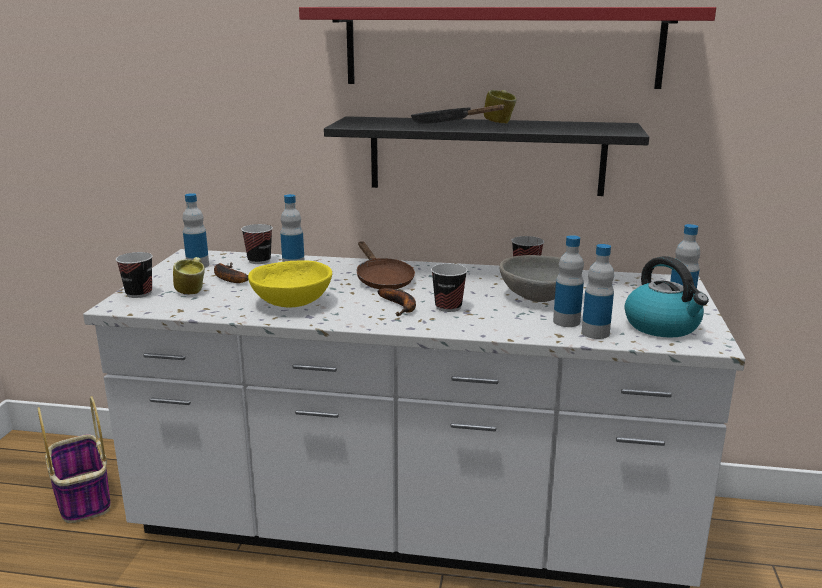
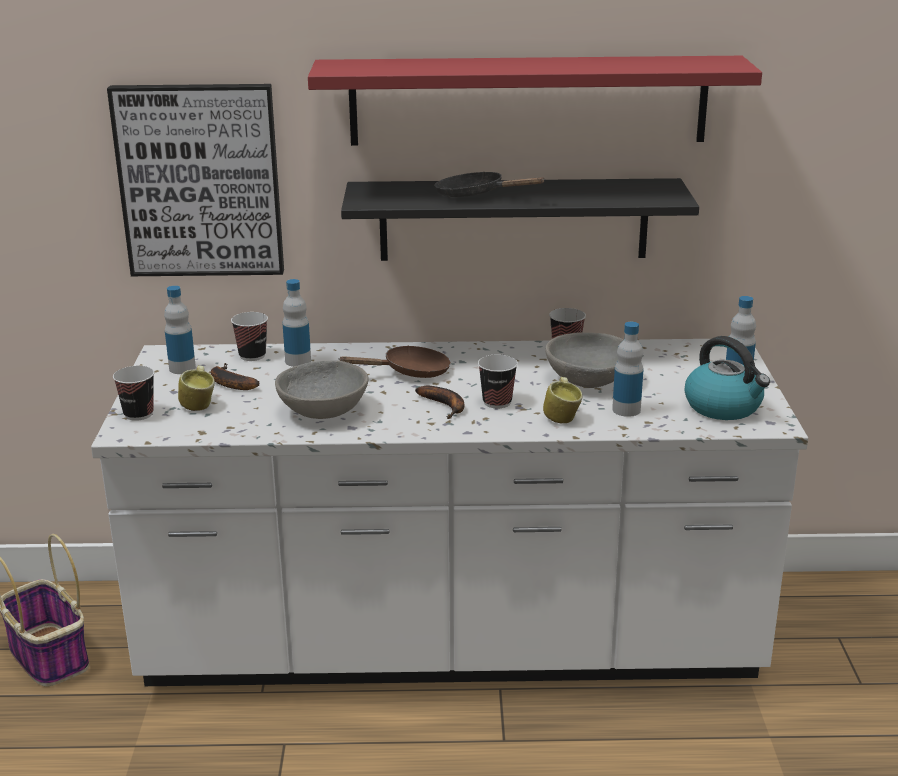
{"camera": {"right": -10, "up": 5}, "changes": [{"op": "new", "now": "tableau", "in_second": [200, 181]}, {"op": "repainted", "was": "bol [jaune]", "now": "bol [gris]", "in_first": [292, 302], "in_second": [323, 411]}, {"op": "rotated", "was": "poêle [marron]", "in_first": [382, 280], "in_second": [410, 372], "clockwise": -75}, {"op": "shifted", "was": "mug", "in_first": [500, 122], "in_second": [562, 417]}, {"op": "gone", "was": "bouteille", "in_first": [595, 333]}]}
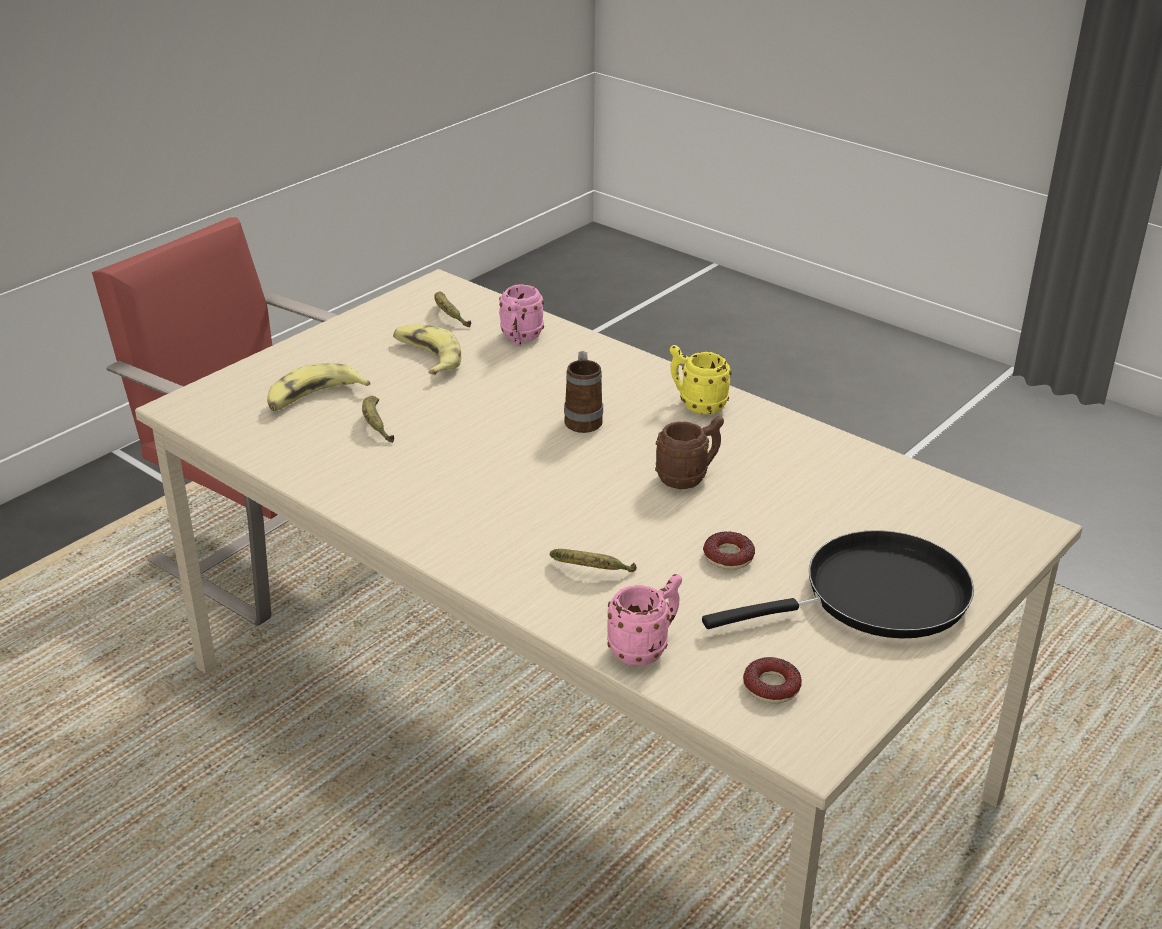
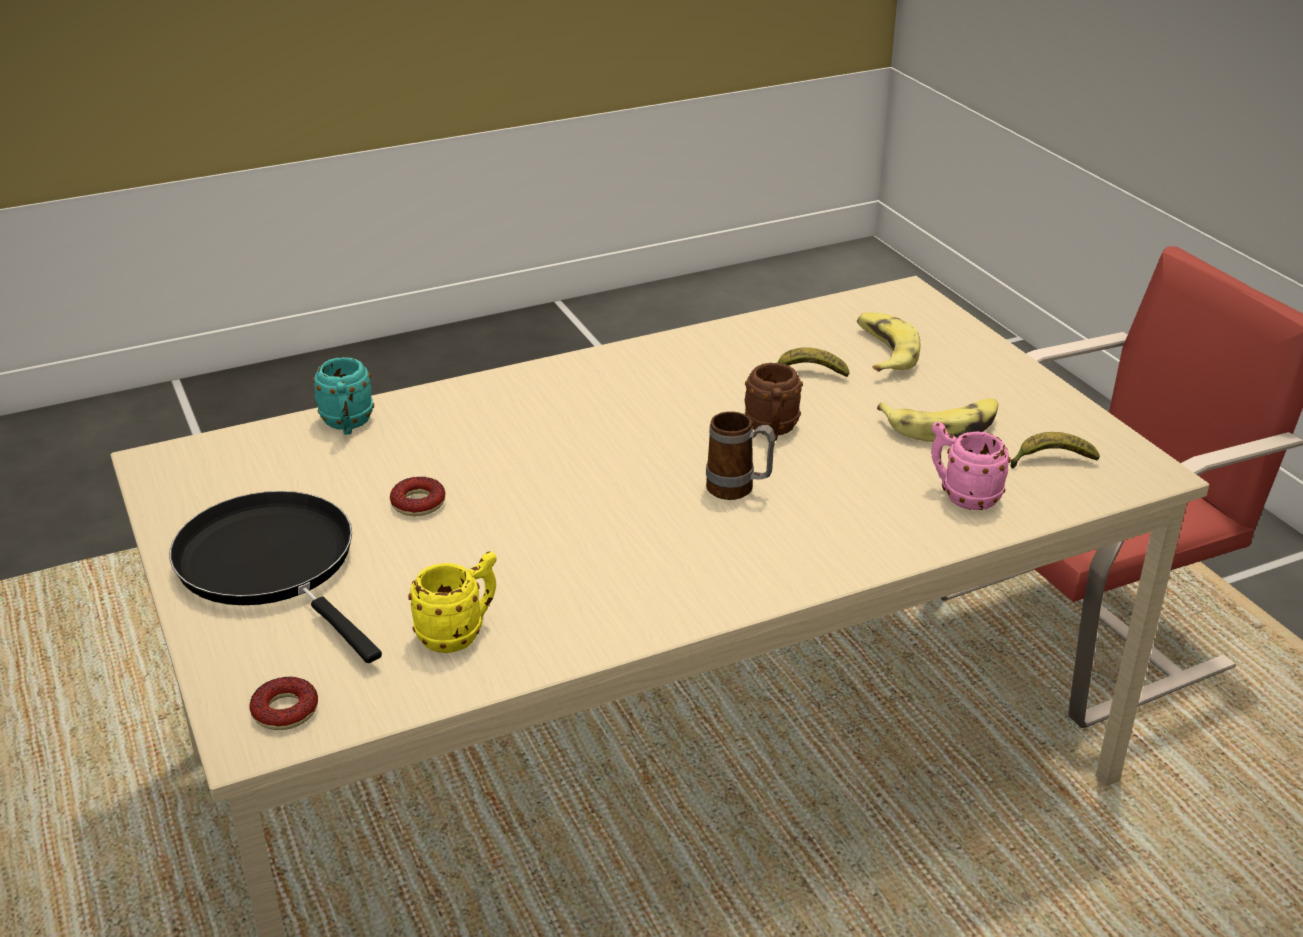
{"camera": {"right": 115, "up": 0}, "changes": [{"op": "rotated", "was": "poêle [noir]", "in_first": [875, 597], "in_second": [273, 566], "clockwise": 135}, {"op": "shifted", "was": "beignet", "in_first": [771, 687], "in_second": [285, 711]}, {"op": "repainted", "was": "mug [rose]", "now": "mug [turquoise]", "in_first": [645, 647], "in_second": [347, 425]}, {"op": "shifted", "was": "mug [jaune]", "in_first": [696, 404], "in_second": [459, 633]}, {"op": "shifted", "was": "mug [marron]", "in_first": [688, 477], "in_second": [772, 431]}, {"op": "gone", "was": "banane", "in_first": [591, 571]}]}
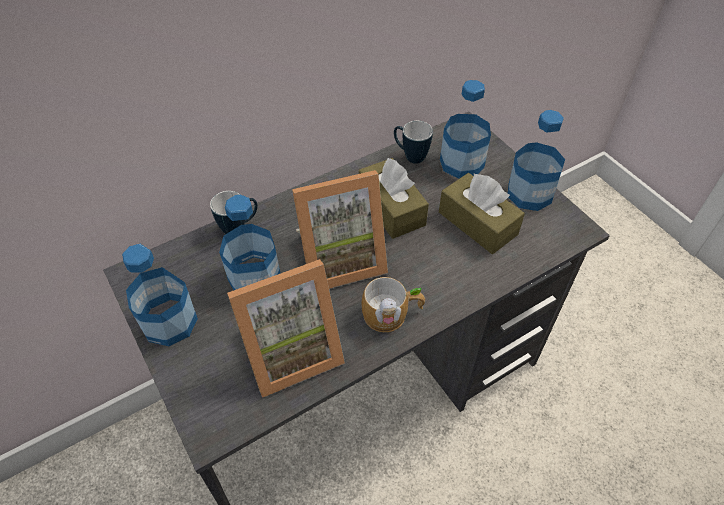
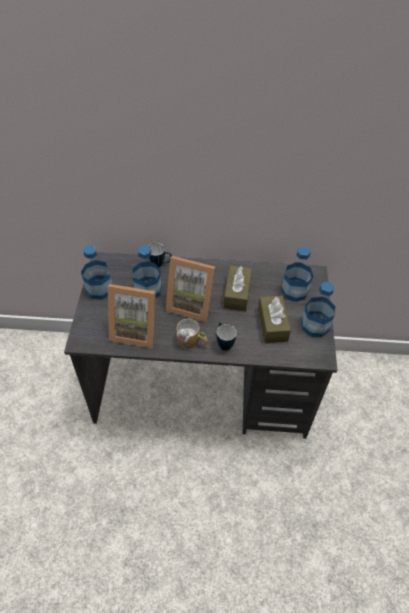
{"camera": {"right": 35, "up": 0}, "changes": [{"op": "shifted", "was": "mug", "in_first": [410, 156], "in_second": [223, 343]}]}
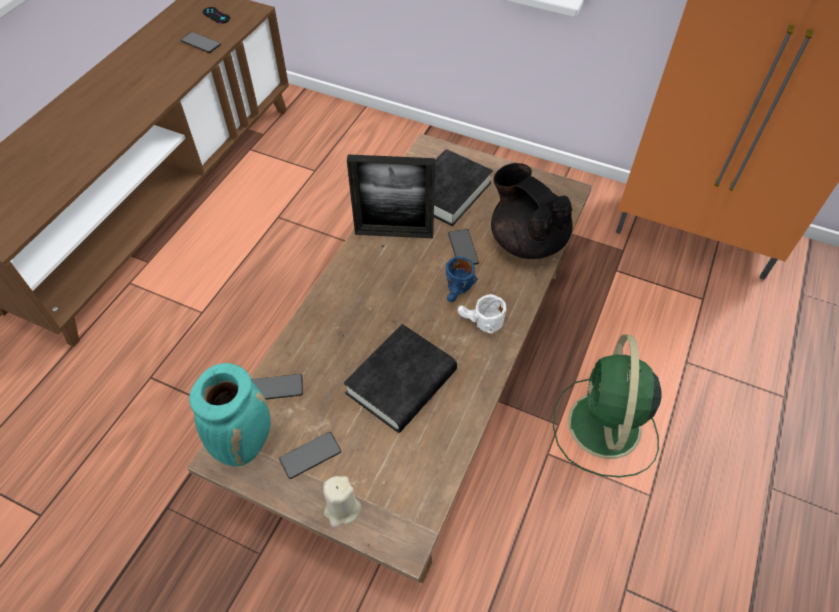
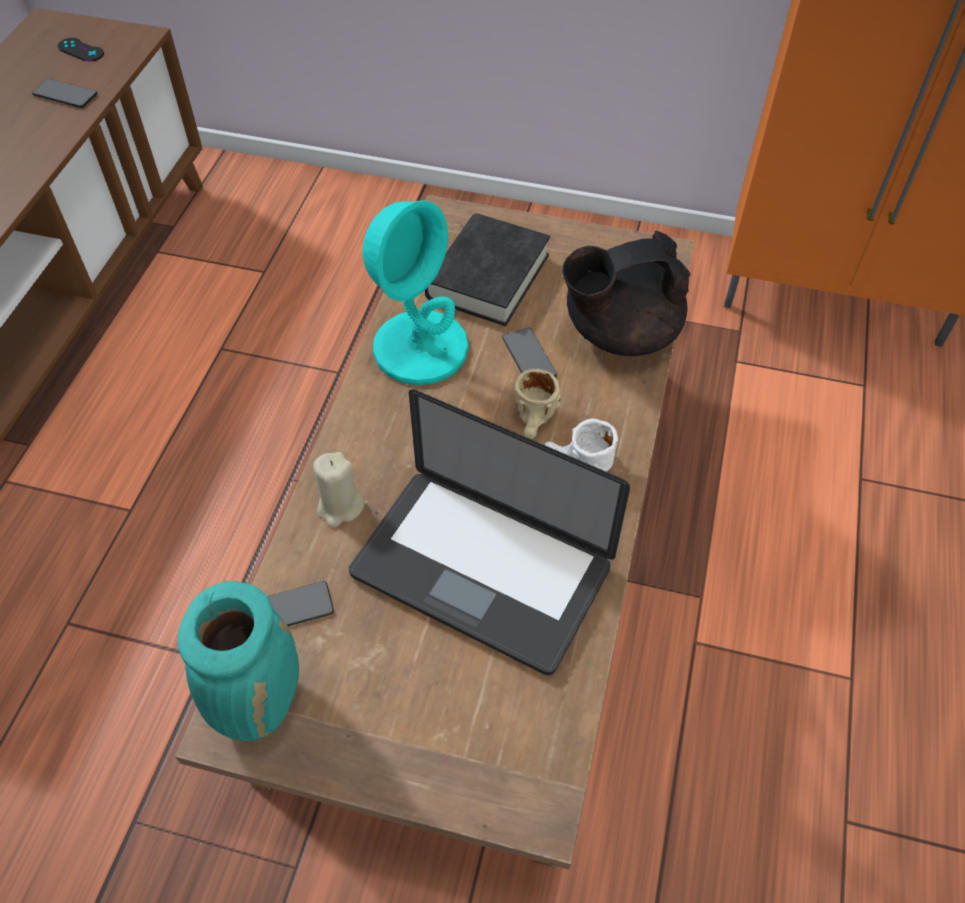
{"camera": {"right": -10, "up": 0}, "changes": [{"op": "shifted", "was": "bougie [beige]", "in_first": [342, 509], "in_second": [340, 507]}, {"op": "swapped", "was": "livre [noir]", "now": "ordinateur portable", "in_first": [401, 382], "in_second": [481, 570]}, {"op": "swapped", "was": "cadre photo", "now": "lampe de table [turquoise]", "in_first": [394, 233], "in_second": [421, 348]}, {"op": "repainted", "was": "mug [bleu]", "now": "mug [beige]", "in_first": [458, 292], "in_second": [536, 422]}, {"op": "rotated", "was": "théière [noir]", "in_first": [526, 240], "in_second": [619, 333], "clockwise": -60}, {"op": "gone", "was": "téléphone", "in_first": [310, 455]}, {"op": "gone", "was": "ventilateur [vert]", "in_first": [604, 428]}]}
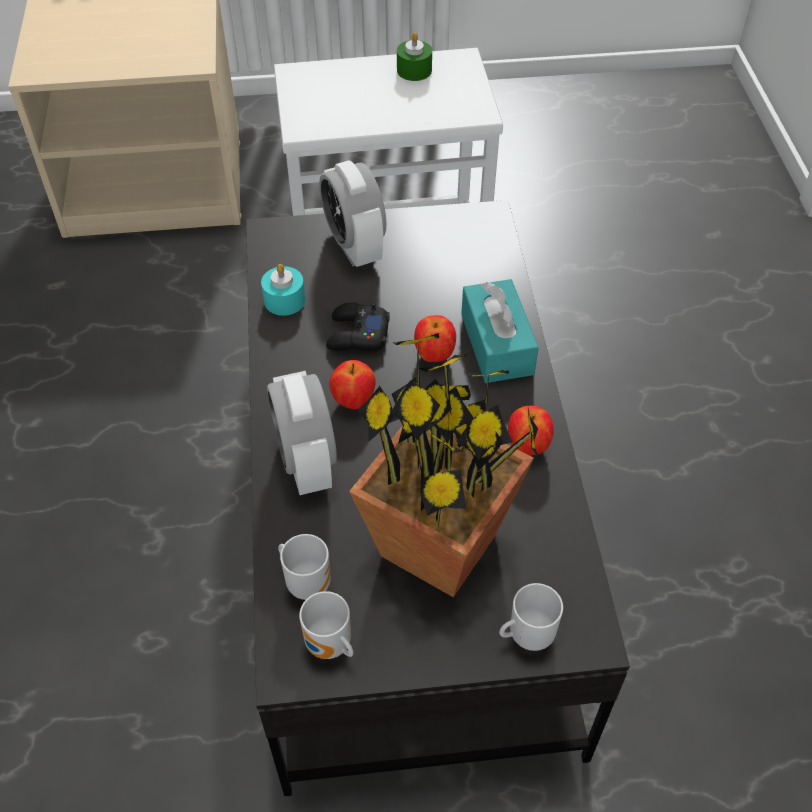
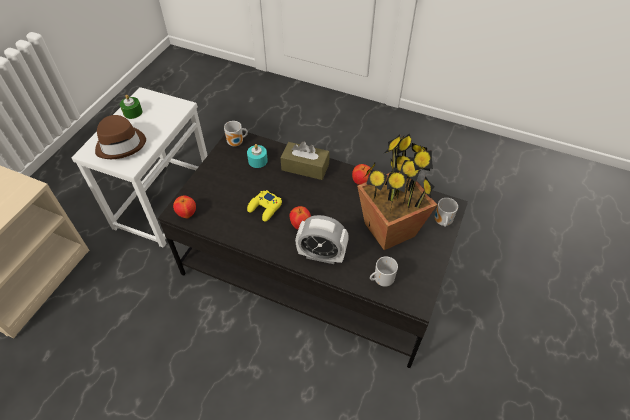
{"camera": {"right": -60, "up": 0}, "changes": [{"op": "new", "now": "chapeau [marron]", "in_second": [121, 144]}, {"op": "shifted", "was": "pomme", "in_first": [434, 355], "in_second": [187, 214]}, {"op": "shifted", "was": "mug", "in_first": [329, 647], "in_second": [237, 143]}, {"op": "shifted", "was": "bougie [turquoise]", "in_first": [284, 300], "in_second": [257, 161]}, {"op": "repainted", "was": "manette [noir]", "now": "manette [jaune]", "in_first": [357, 335], "in_second": [265, 208]}, {"op": "repainted", "was": "boîte à mouchoirs [turquoise]", "now": "boîte à mouchoirs [marron]", "in_first": [497, 344], "in_second": [305, 167]}, {"op": "gone", "was": "réveil", "in_first": [354, 247]}]}
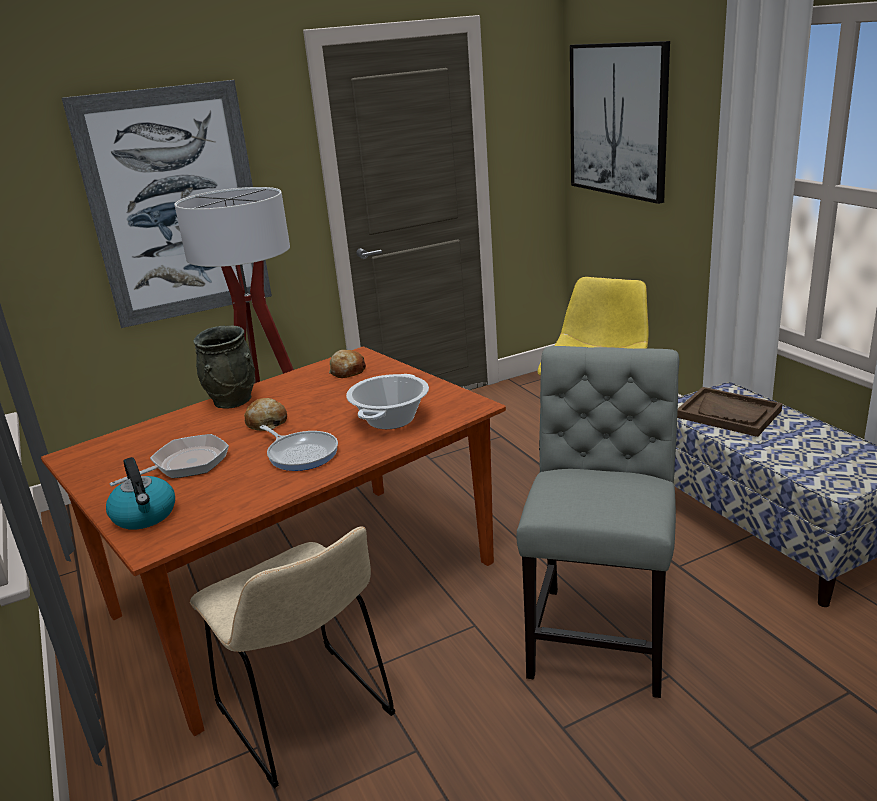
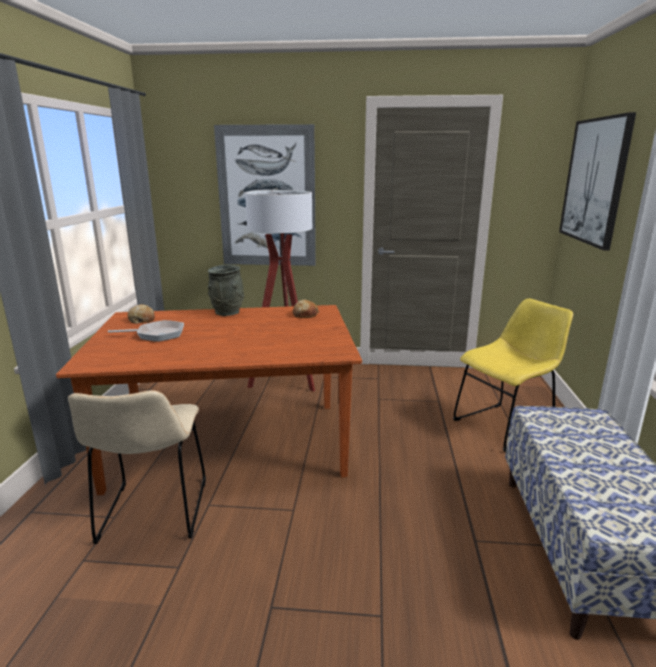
{"camera": {"right": 30, "up": -5}, "changes": [{"op": "shifted", "was": "pain", "in_first": [266, 422], "in_second": [142, 320]}, {"op": "gone", "was": "bouilloire", "in_first": [145, 516]}, {"op": "gone", "was": "poêle", "in_first": [301, 454]}, {"op": "gone", "was": "marmite", "in_first": [390, 420]}, {"op": "gone", "was": "chaise [gris]", "in_first": [601, 632]}, {"op": "gone", "was": "plateau [marron]", "in_first": [728, 414]}]}
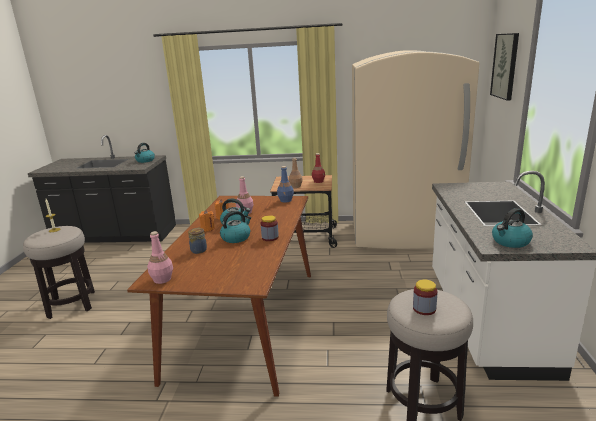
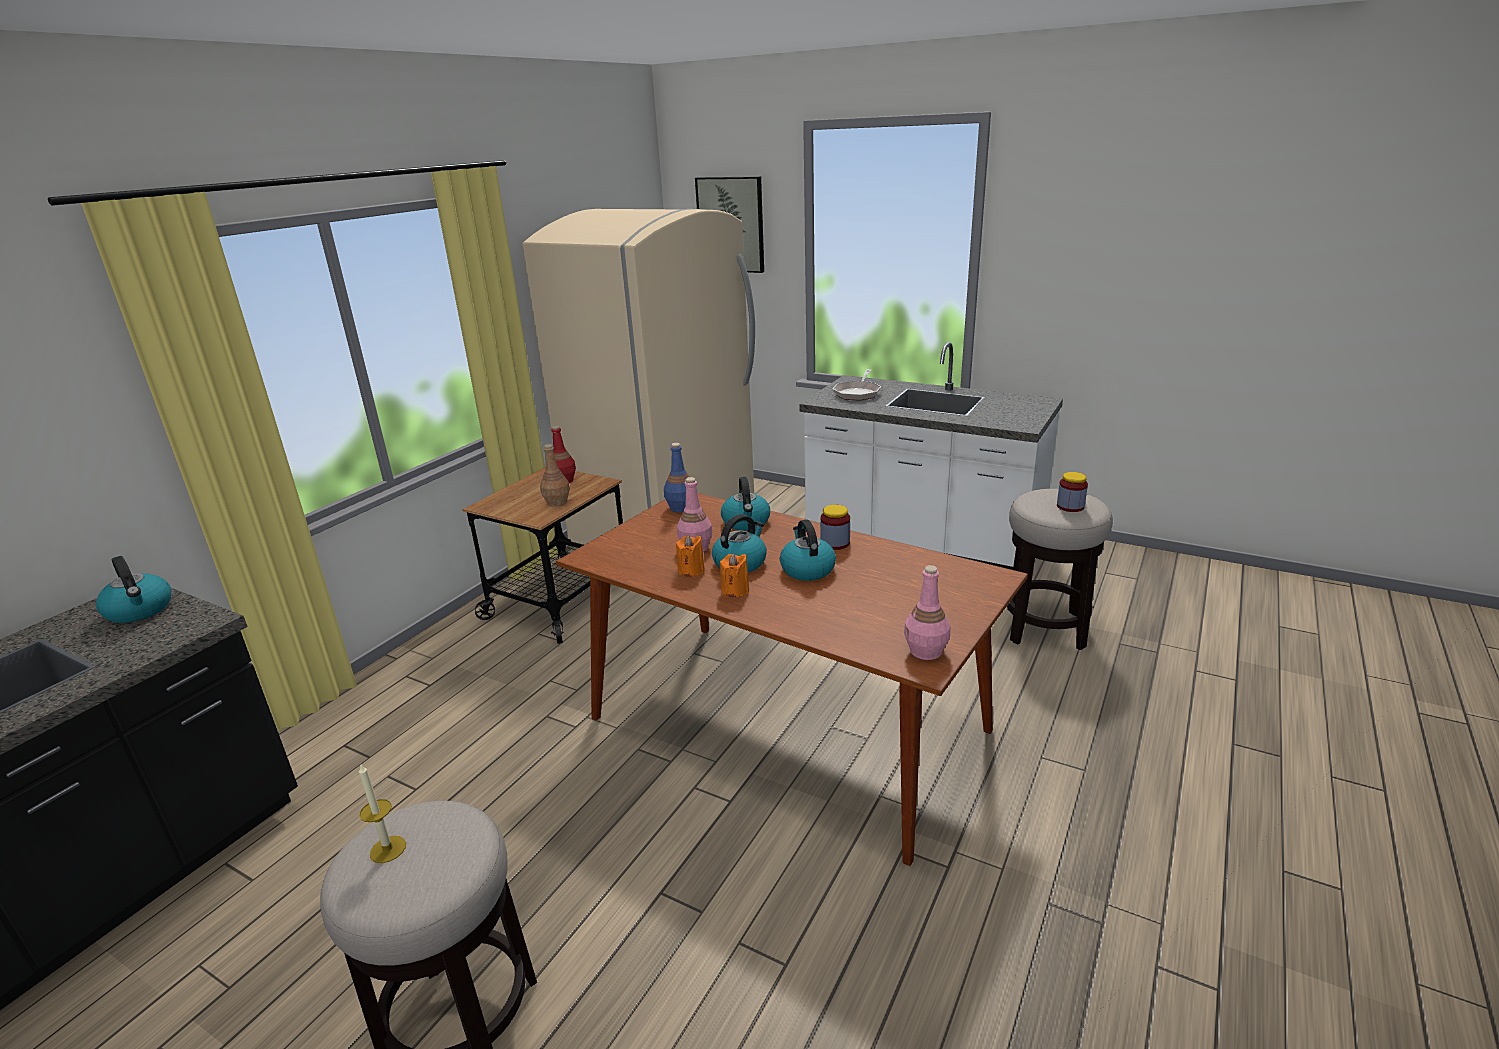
{"camera": {"right": -65, "up": 5}, "changes": [{"op": "shifted", "was": "bouilloire", "in_first": [510, 242], "in_second": [746, 522]}, {"op": "new", "now": "poêle", "in_second": [857, 393]}, {"op": "gone", "was": "bocal", "in_first": [198, 250]}]}
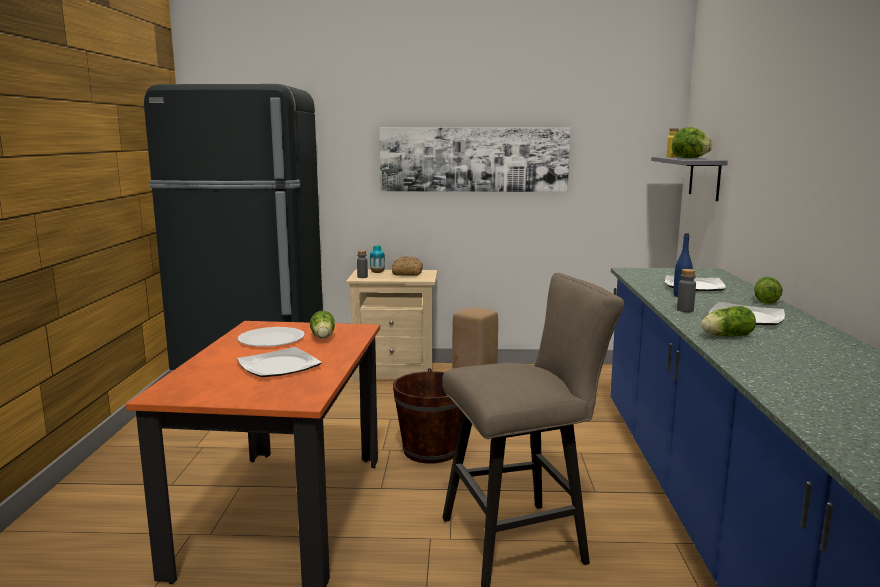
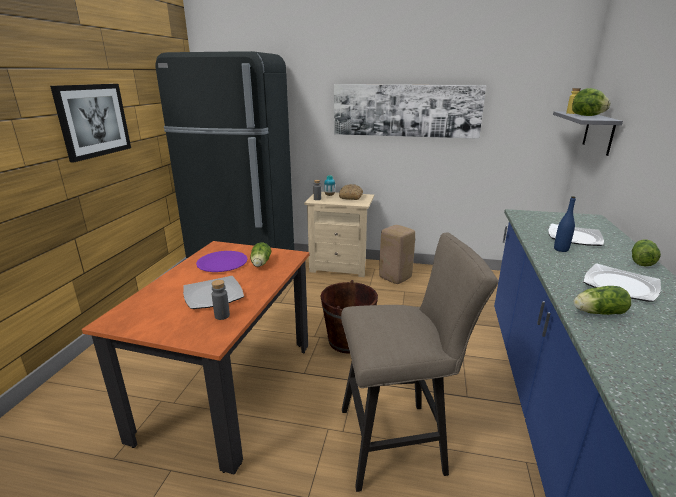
{"camera": {"right": 10, "up": 10}, "changes": [{"op": "new", "now": "tableau", "in_second": [93, 120]}, {"op": "repainted", "was": "assiette [blanc]", "now": "assiette [violet]", "in_first": [271, 339], "in_second": [222, 263]}, {"op": "shifted", "was": "bouteille [gris]", "in_first": [685, 310], "in_second": [222, 316]}]}
